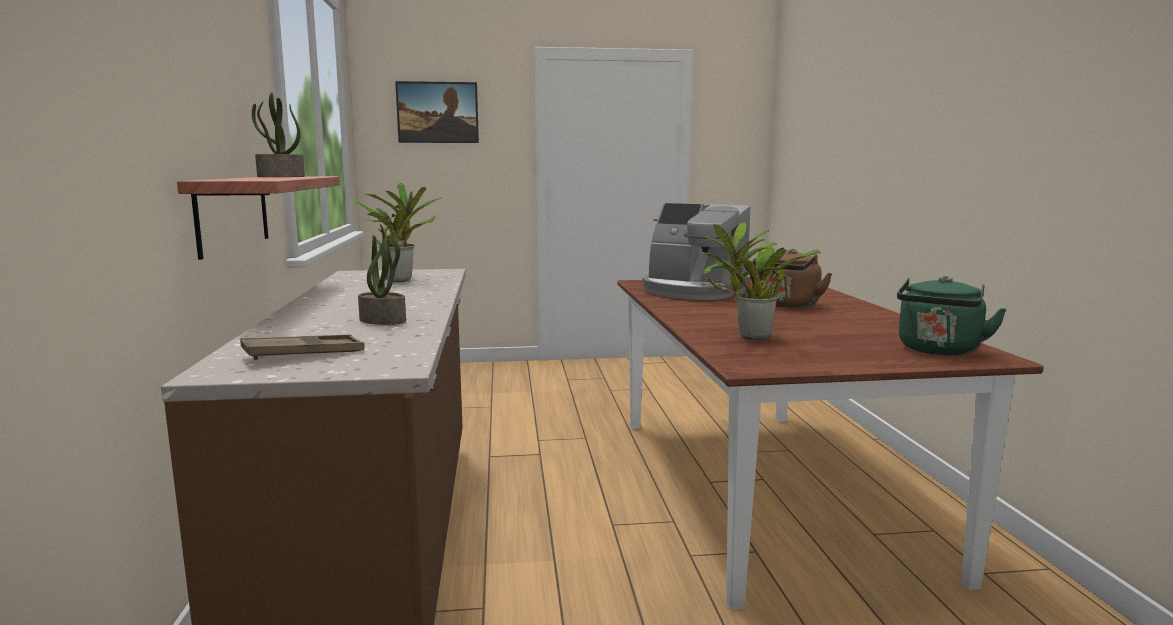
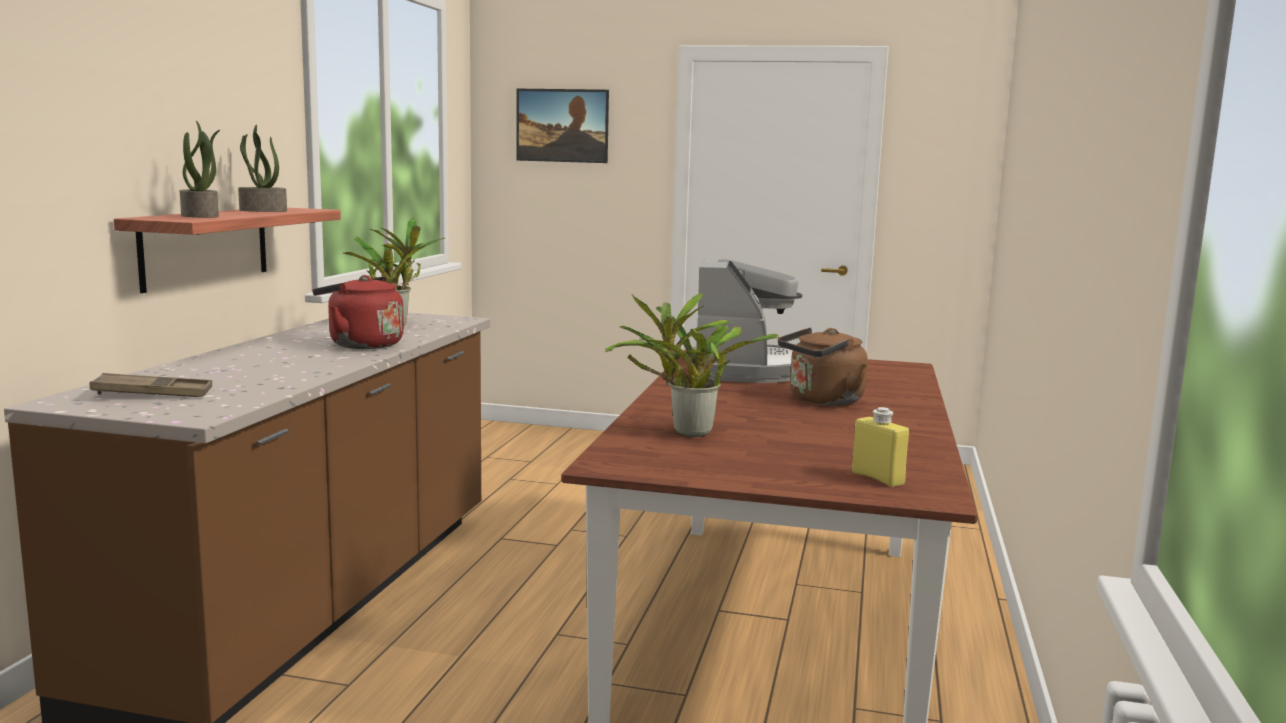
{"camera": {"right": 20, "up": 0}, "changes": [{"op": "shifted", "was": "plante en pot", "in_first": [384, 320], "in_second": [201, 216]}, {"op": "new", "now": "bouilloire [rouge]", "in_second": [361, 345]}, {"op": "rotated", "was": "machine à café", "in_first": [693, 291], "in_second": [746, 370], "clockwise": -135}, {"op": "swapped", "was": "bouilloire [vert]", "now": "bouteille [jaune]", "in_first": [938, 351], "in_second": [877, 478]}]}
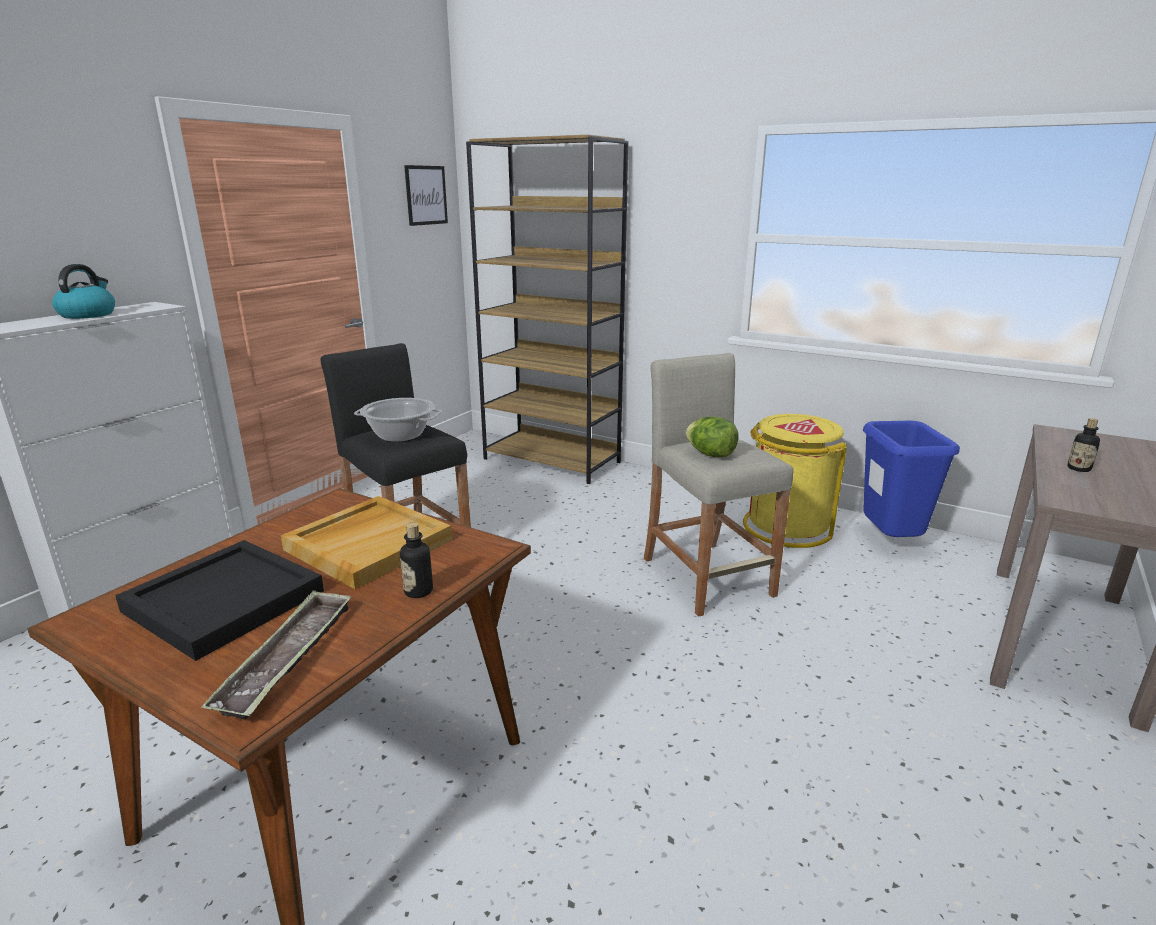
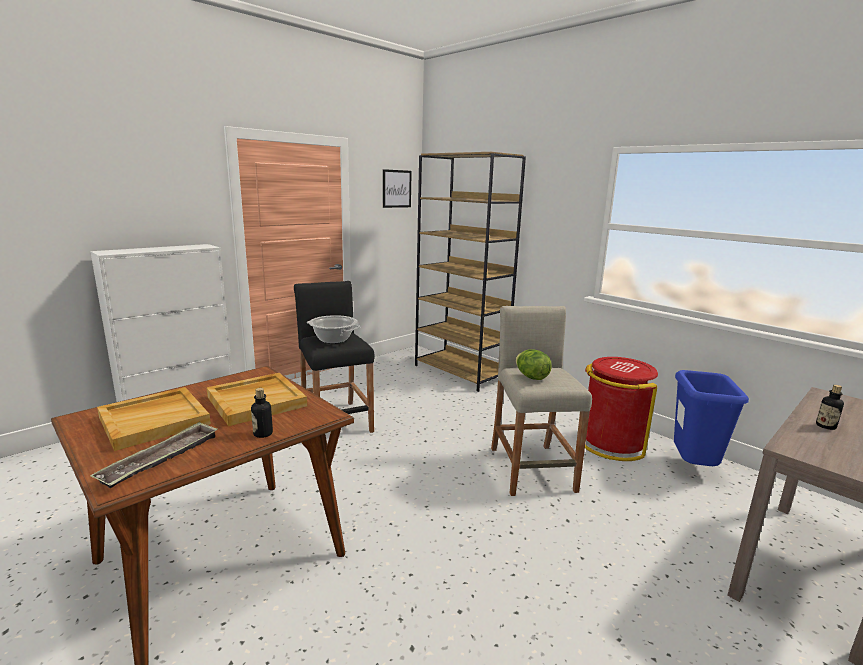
{"camera": {"right": 15, "up": -5}, "changes": [{"op": "repainted", "was": "plateau [noir]", "now": "plateau [beige]", "in_first": [225, 600], "in_second": [155, 420]}, {"op": "repainted", "was": "poubelle [jaune]", "now": "poubelle [rouge]", "in_first": [786, 527], "in_second": [611, 443]}, {"op": "gone", "was": "bouilloire", "in_first": [88, 314]}]}
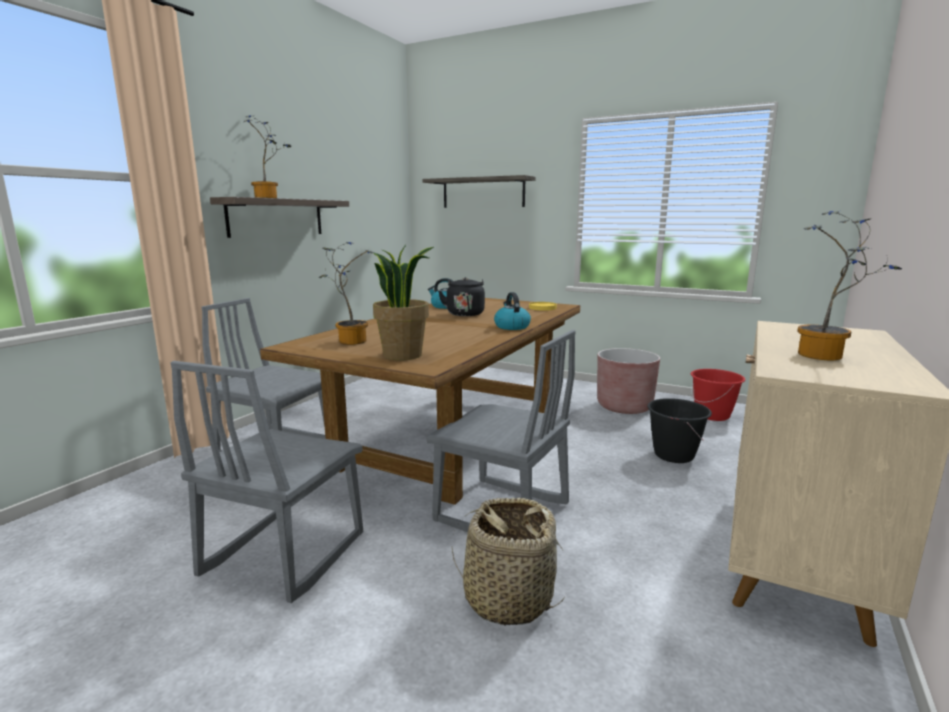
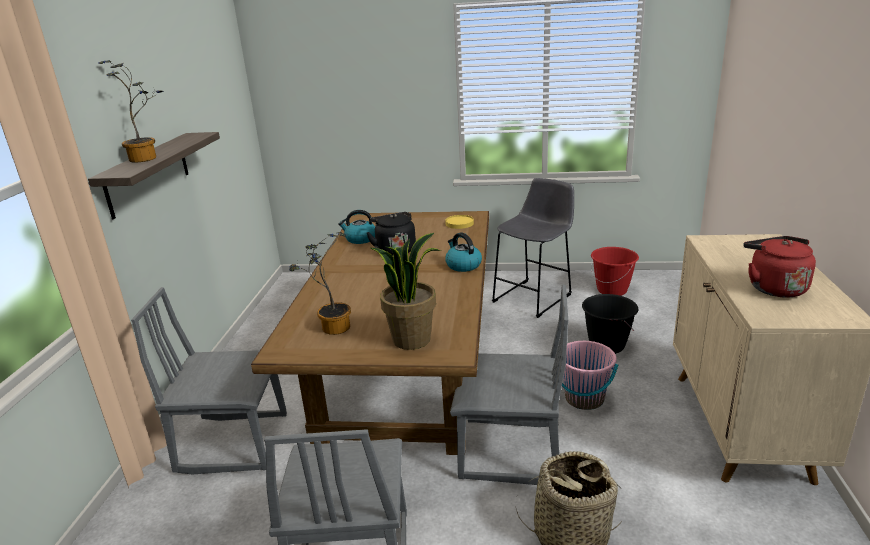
{"camera": {"right": -20, "up": 10}, "changes": [{"op": "swapped", "was": "cache-pot [marron]", "now": "tabouret [gris]", "in_first": [624, 406], "in_second": [535, 297]}, {"op": "new", "now": "seau [rose]", "in_second": [584, 399]}, {"op": "swapped", "was": "plante en pot", "now": "bouilloire [rouge]", "in_first": [826, 357], "in_second": [773, 287]}, {"op": "gone", "was": "étagère", "in_first": [483, 193]}]}
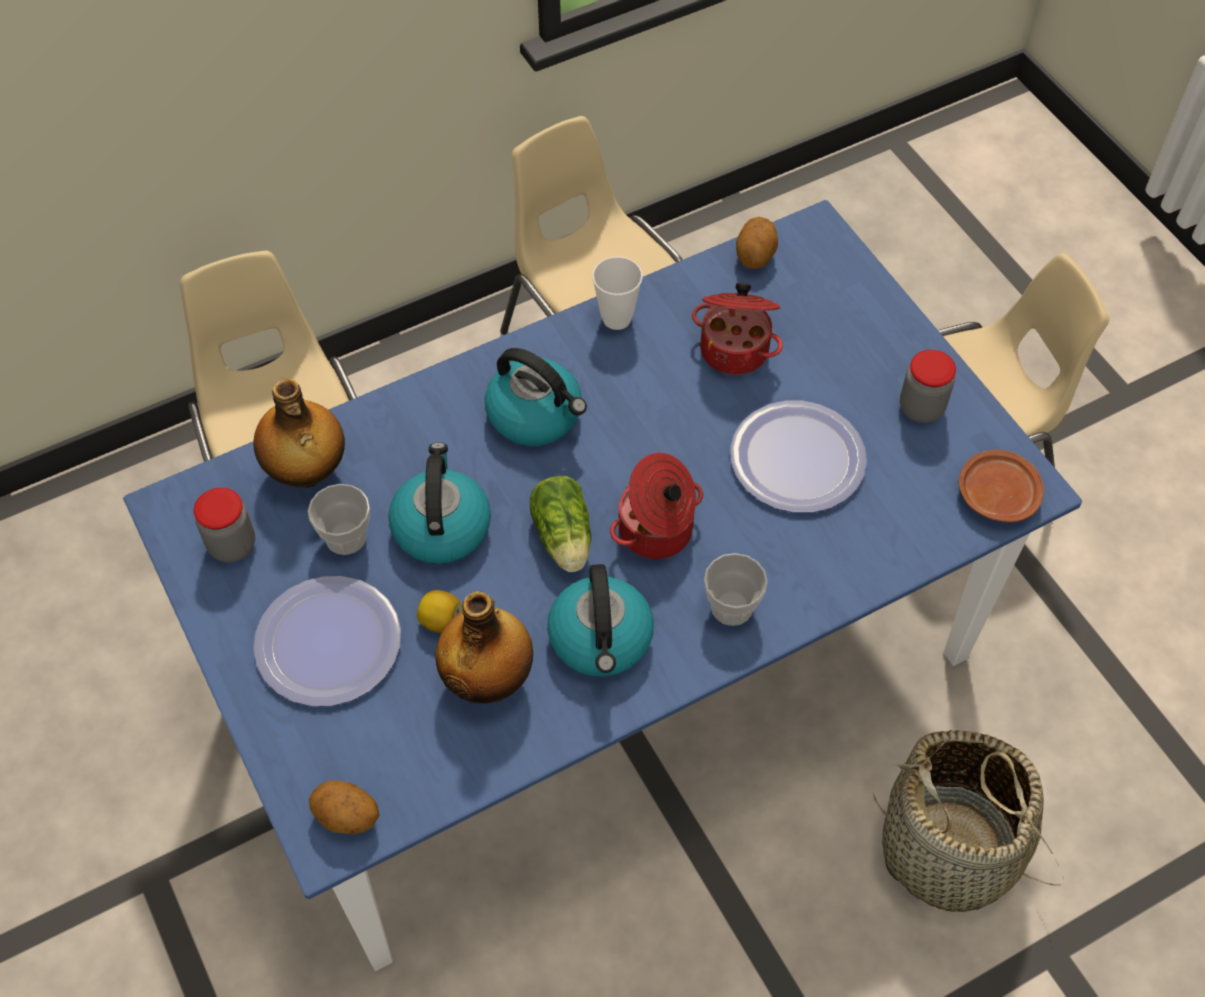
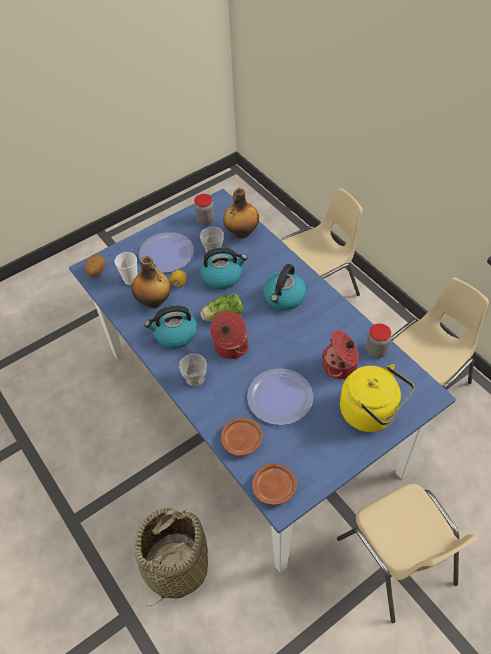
{"camera": {"right": 85, "up": -5}, "changes": [{"op": "shifted", "was": "tasse", "in_first": [616, 318], "in_second": [130, 280]}, {"op": "new", "now": "assiette [marron]", "in_second": [242, 440]}, {"op": "new", "now": "bouilloire [jaune]", "in_second": [371, 413]}, {"op": "shifted", "was": "bocal", "in_first": [921, 408], "in_second": [376, 351]}, {"op": "gone", "was": "pomme de terre", "in_first": [755, 256]}]}
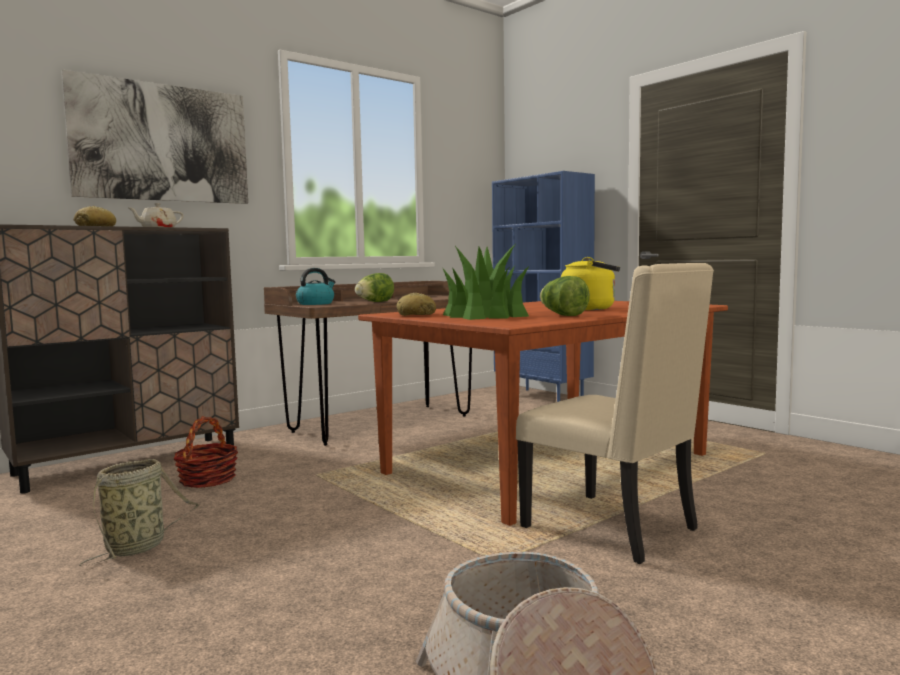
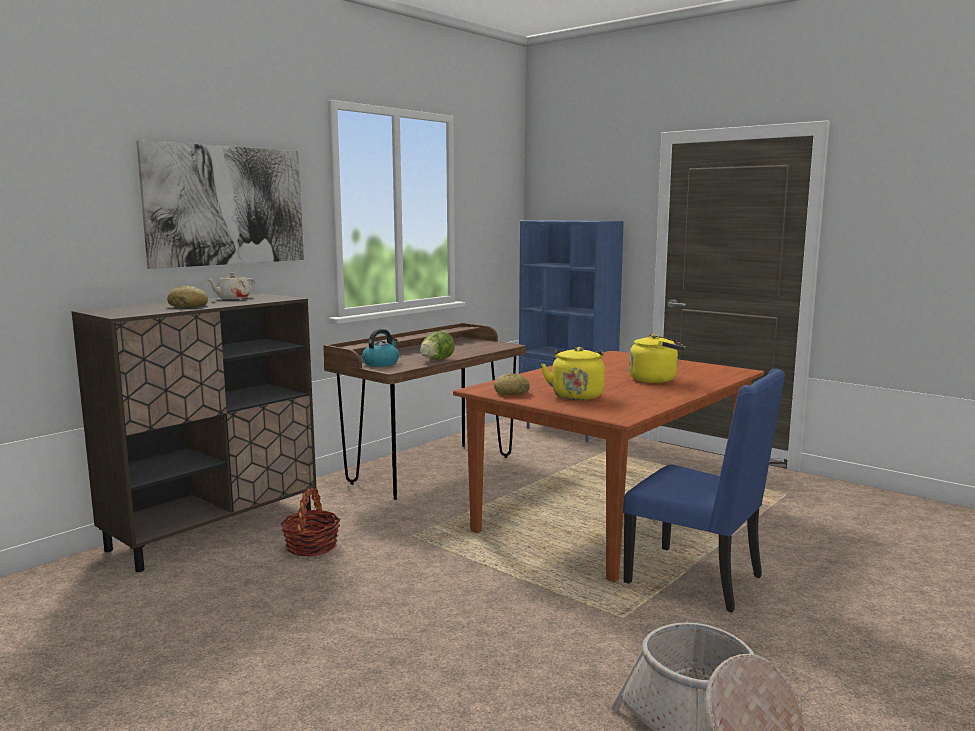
{"camera": {"right": -10, "up": 5}, "changes": [{"op": "swapped", "was": "plante en pot", "now": "bouilloire [jaune]", "in_first": [485, 315], "in_second": [576, 395]}, {"op": "repainted", "was": "chaise [beige]", "now": "chaise [bleu]", "in_first": [613, 529], "in_second": [697, 580]}, {"op": "gone", "was": "panier", "in_first": [139, 547]}, {"op": "gone", "was": "laitue", "in_first": [562, 315]}]}
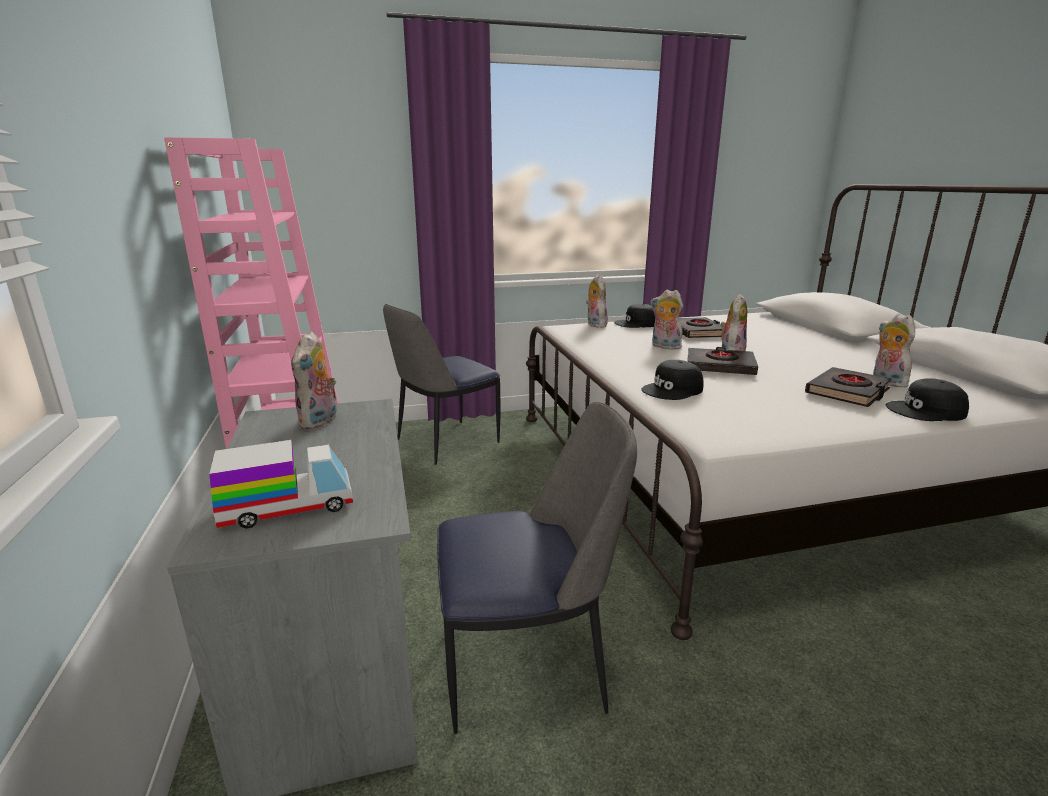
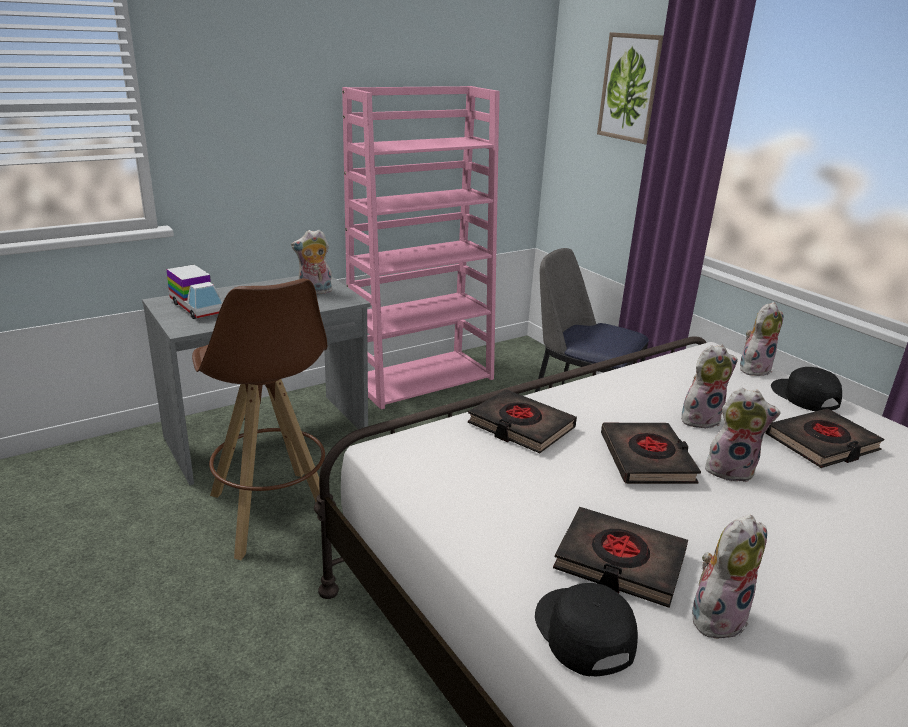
{"camera": {"right": 70, "up": 5}, "changes": [{"op": "swapped", "was": "chaise", "now": "tabouret [marron]", "in_first": [527, 666], "in_second": [273, 513]}, {"op": "swapped", "was": "casquette [noir]", "now": "livre [noir]", "in_first": [673, 390], "in_second": [520, 426]}, {"op": "new", "now": "tableau", "in_second": [631, 88]}, {"op": "rotated", "was": "peluche", "in_first": [664, 347], "in_second": [700, 419], "clockwise": 60}]}
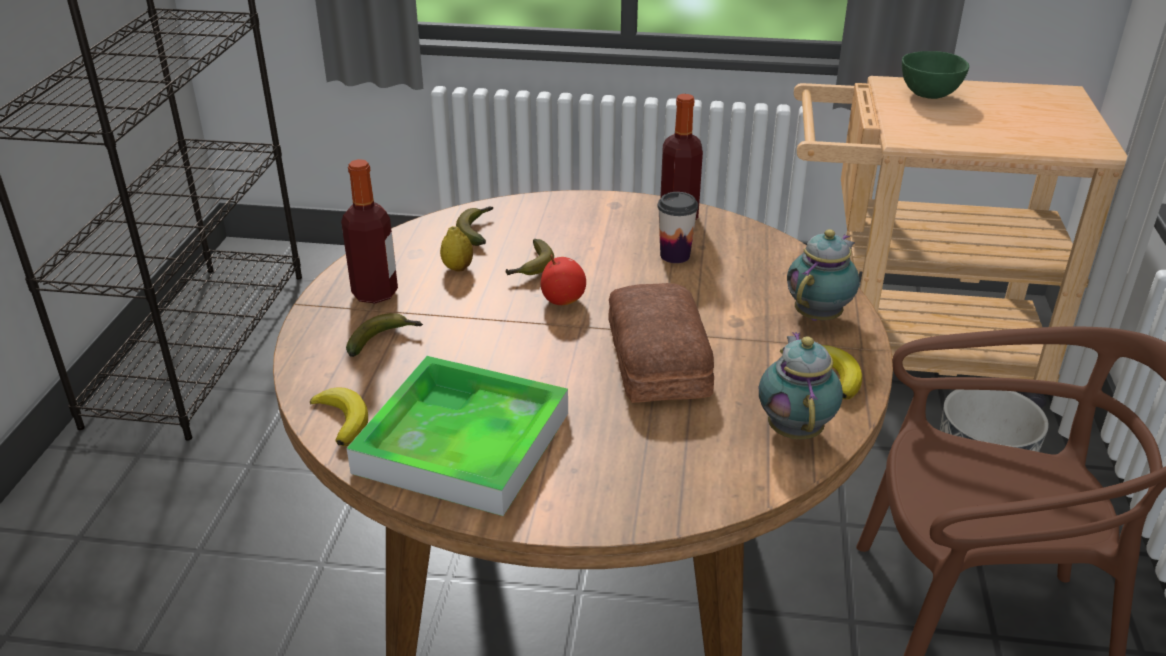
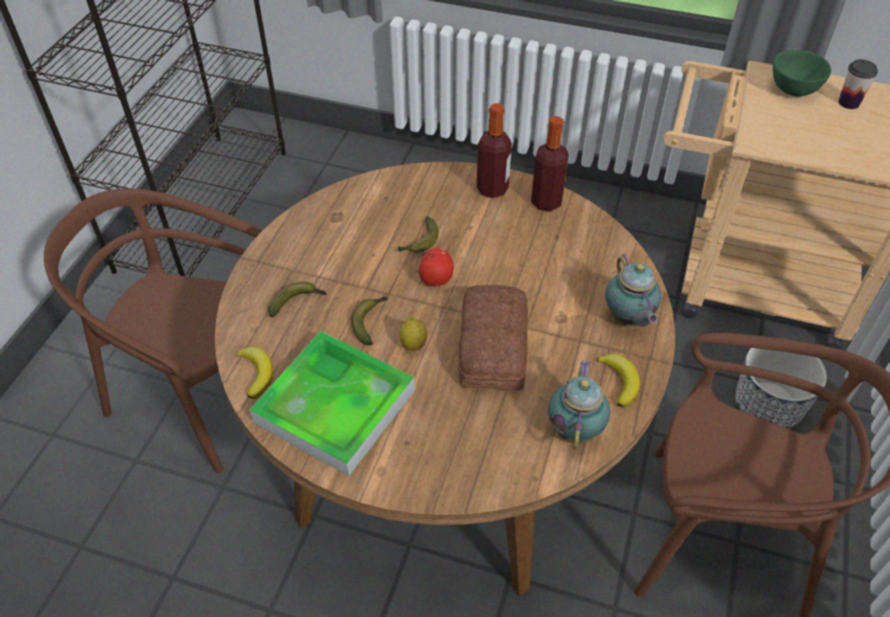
{"camera": {"right": 10, "up": 15}, "changes": [{"op": "new", "now": "chaise [marron]", "in_second": [199, 392]}, {"op": "shifted", "was": "banane", "in_first": [477, 231], "in_second": [370, 322]}, {"op": "shifted", "was": "citron", "in_first": [457, 268], "in_second": [413, 345]}, {"op": "shifted", "was": "bouteille", "in_first": [375, 293], "in_second": [492, 189]}, {"op": "rotated", "was": "théière", "in_first": [819, 315], "in_second": [628, 320], "clockwise": 120}, {"op": "shifted", "was": "tasse", "in_first": [675, 255], "in_second": [848, 103]}]}
